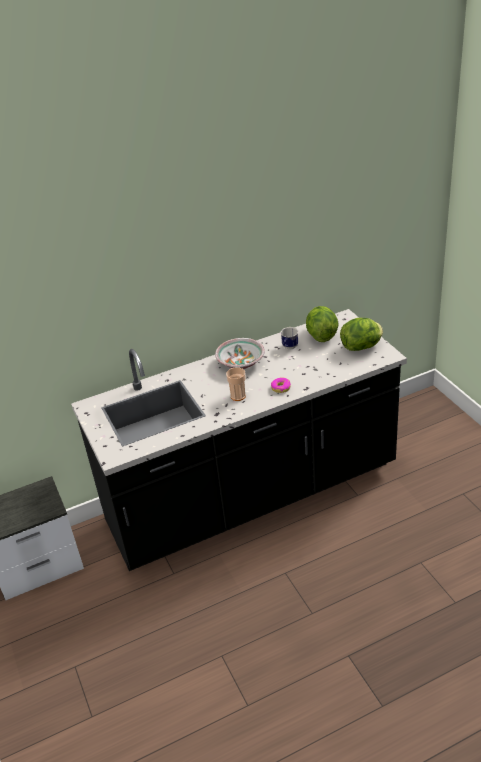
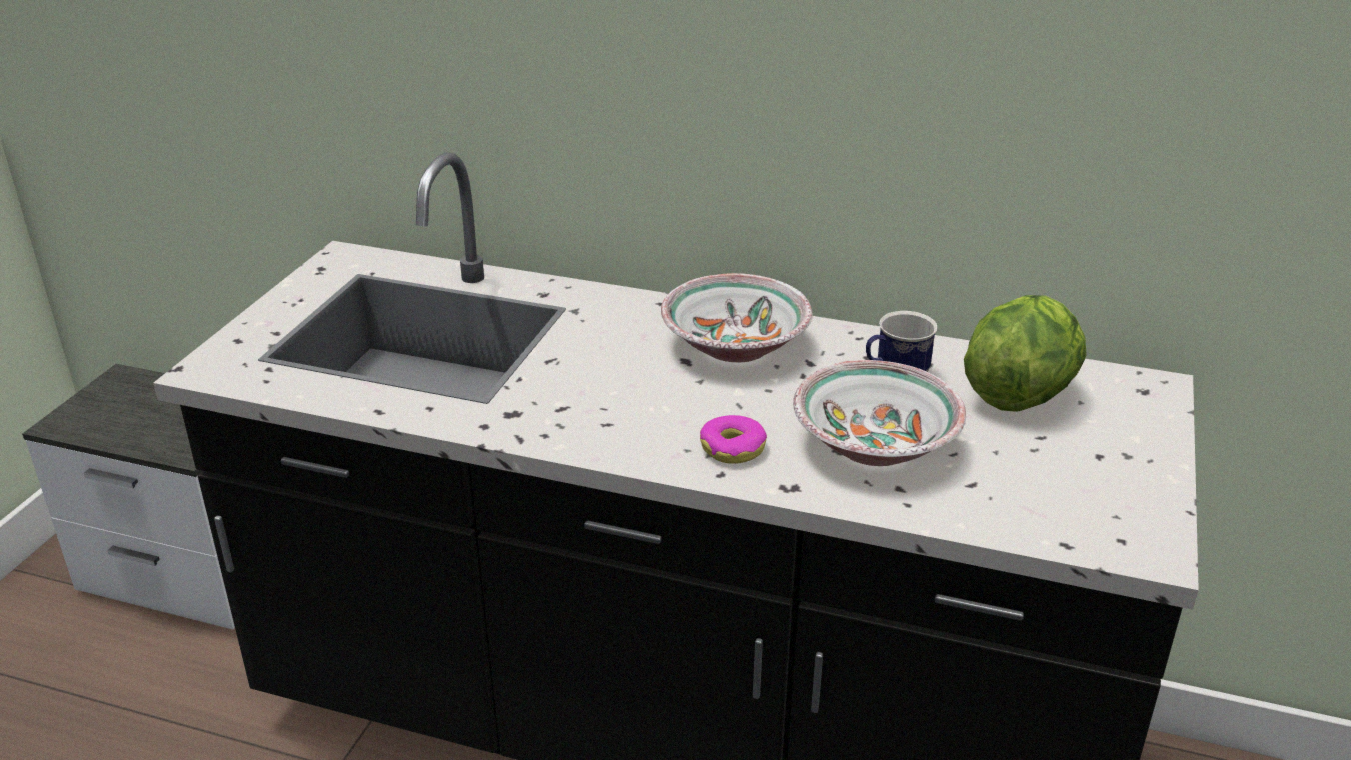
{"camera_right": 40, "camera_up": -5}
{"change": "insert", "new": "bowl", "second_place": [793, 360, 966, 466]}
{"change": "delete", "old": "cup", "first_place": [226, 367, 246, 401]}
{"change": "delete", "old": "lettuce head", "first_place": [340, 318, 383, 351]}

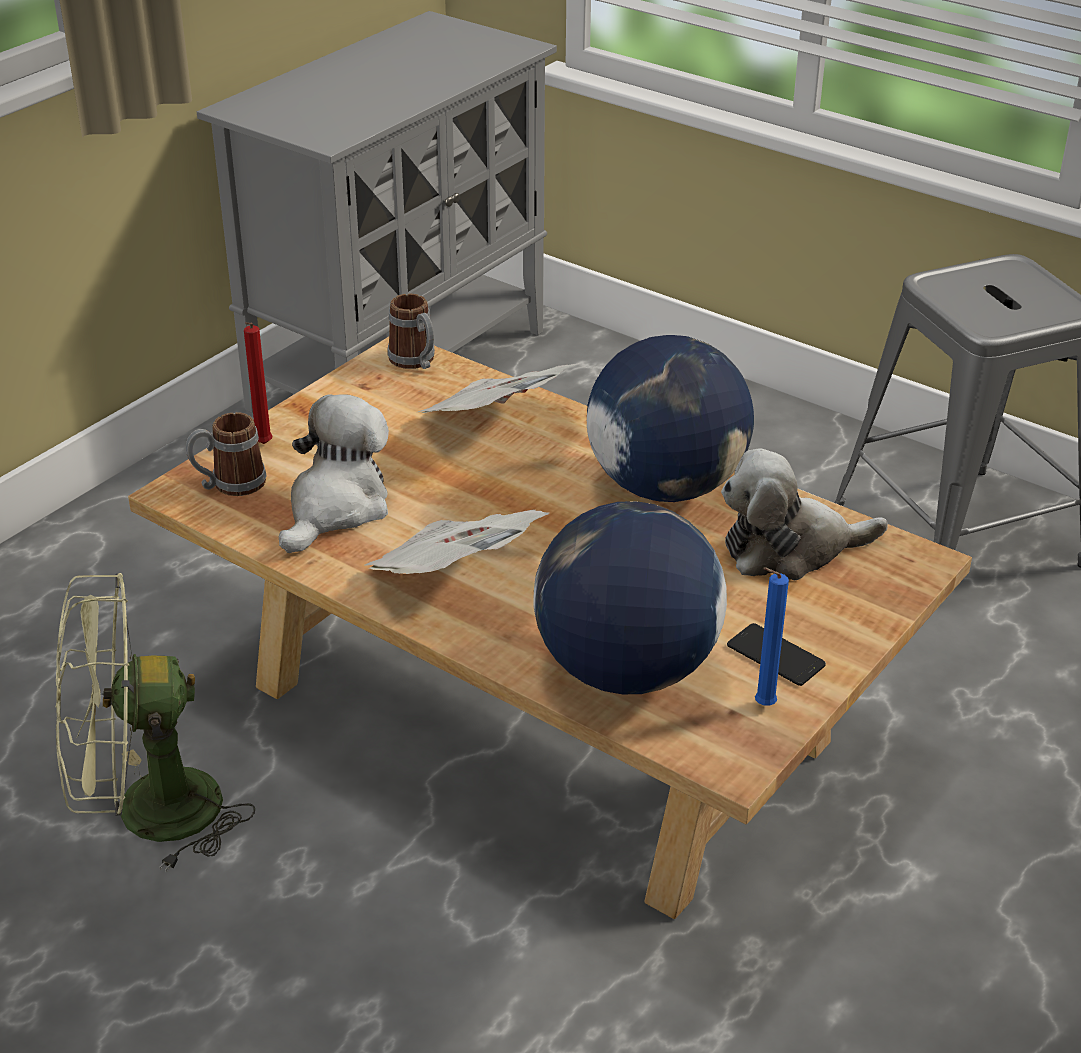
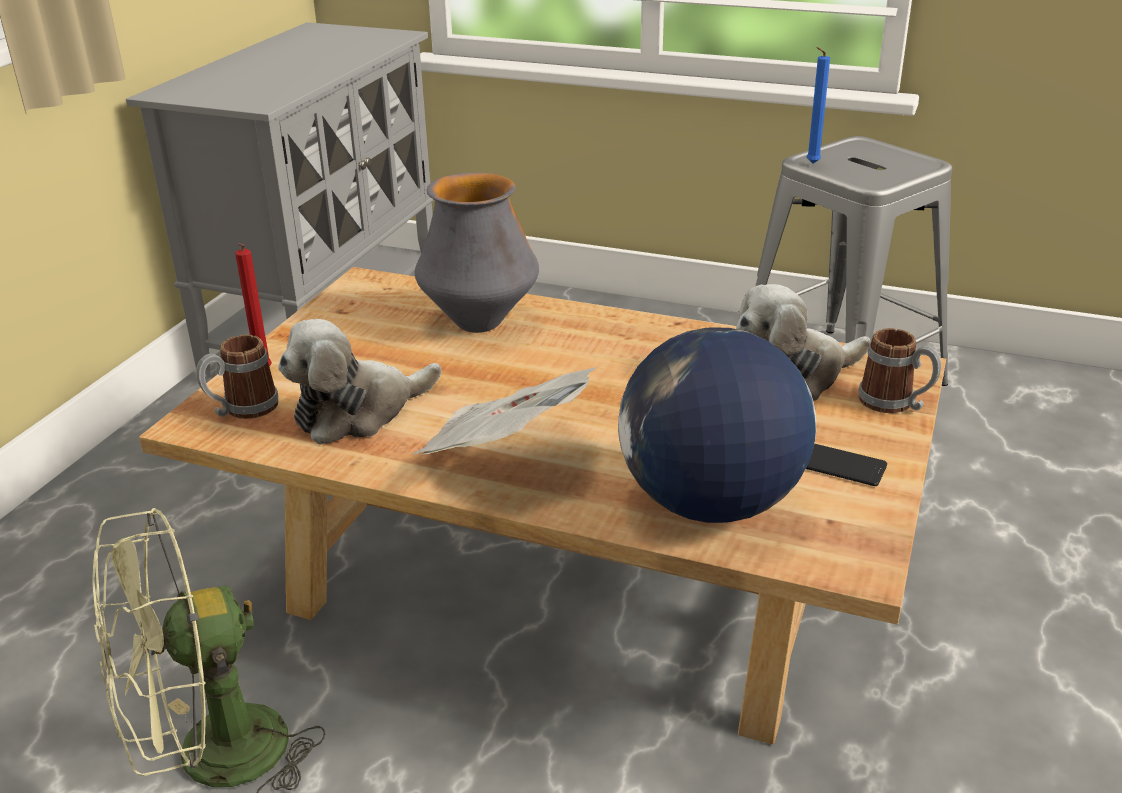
{"camera_right": -15, "camera_up": -5}
{"change": "rotate", "old": "soft toy", "first_place": [279, 394, 389, 553], "second_place": [278, 319, 442, 445], "degrees": -135}
{"change": "replace", "old": "printed paper", "new": "decorative vase", "first_place": [418, 363, 580, 413], "second_place": [415, 172, 539, 333]}
{"change": "move", "old": "wax light (bluish)", "first_place": [755, 567, 789, 706], "second_place": [806, 47, 830, 164]}
{"change": "move", "old": "mug", "first_place": [387, 293, 435, 369], "second_place": [858, 328, 941, 413]}
{"change": "delete", "old": "globe", "first_place": [587, 335, 754, 502]}

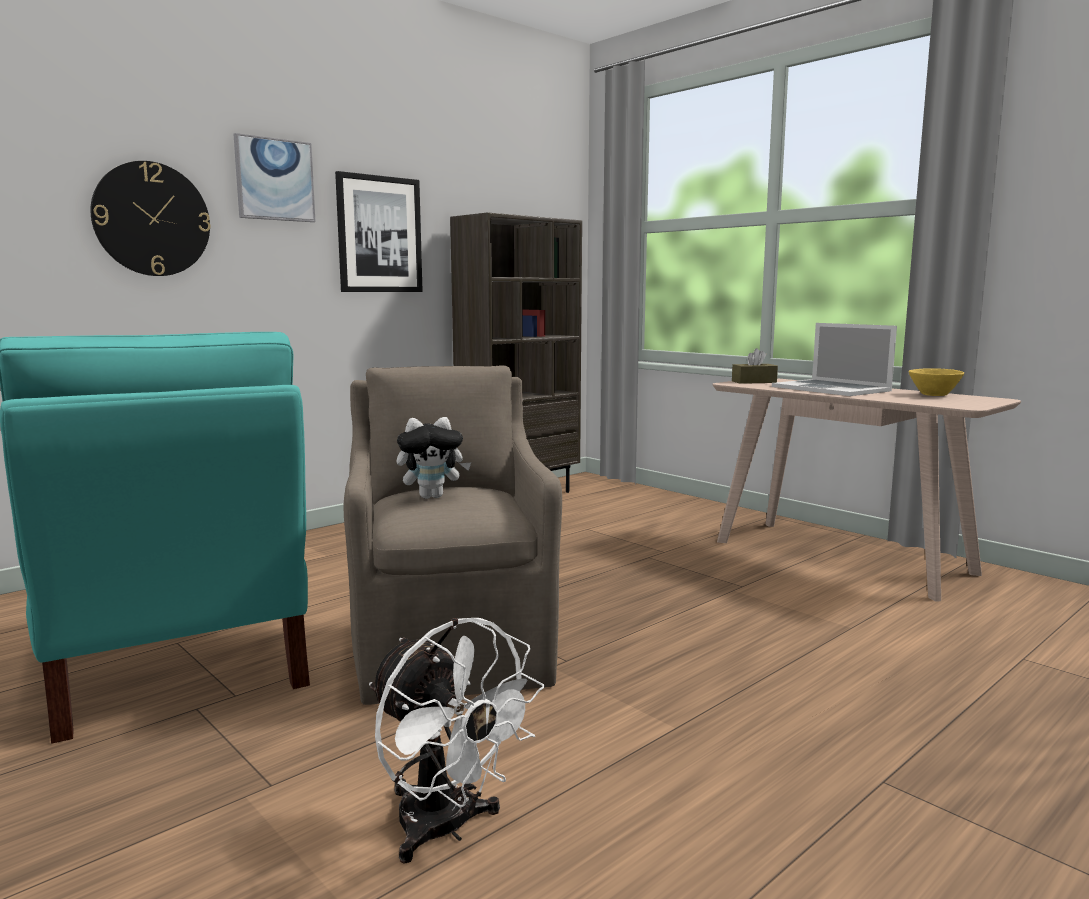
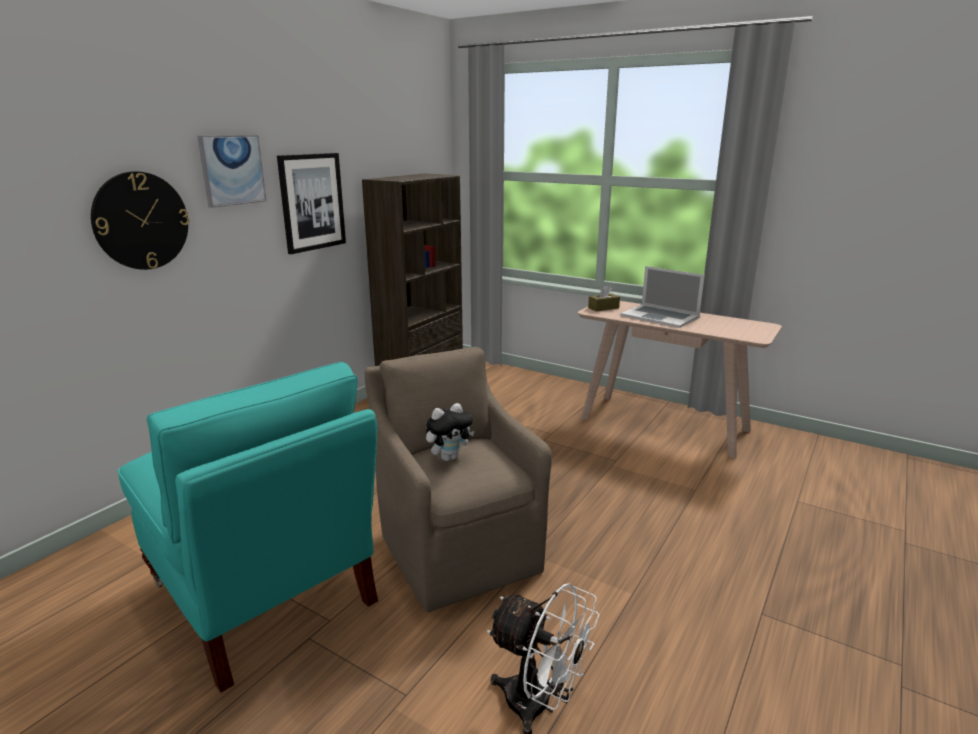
{"camera_right": -15, "camera_up": 10}
{"change": "delete", "old": "bowl (yellow)", "first_place": [909, 368, 964, 396]}

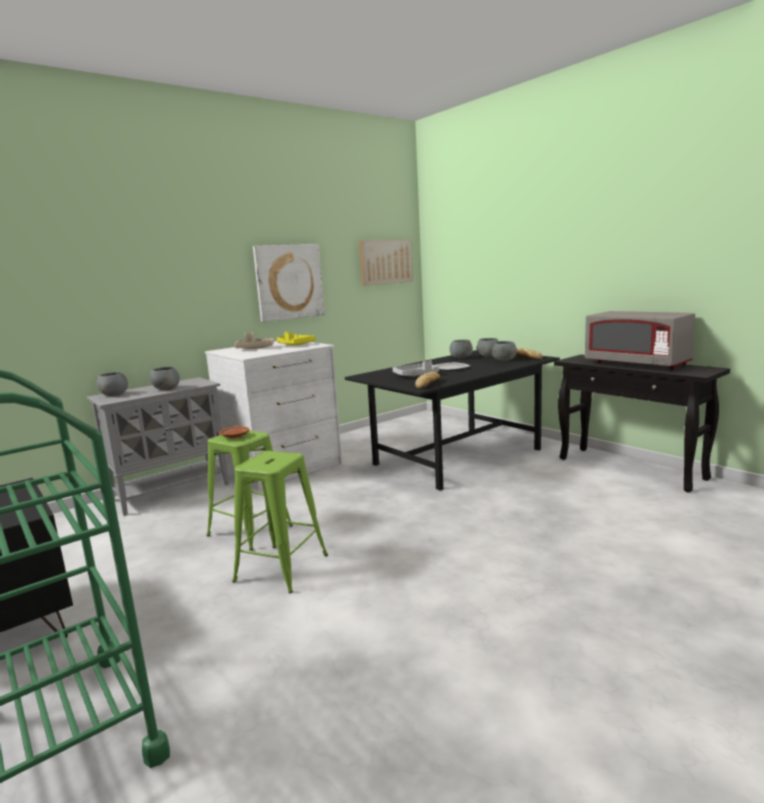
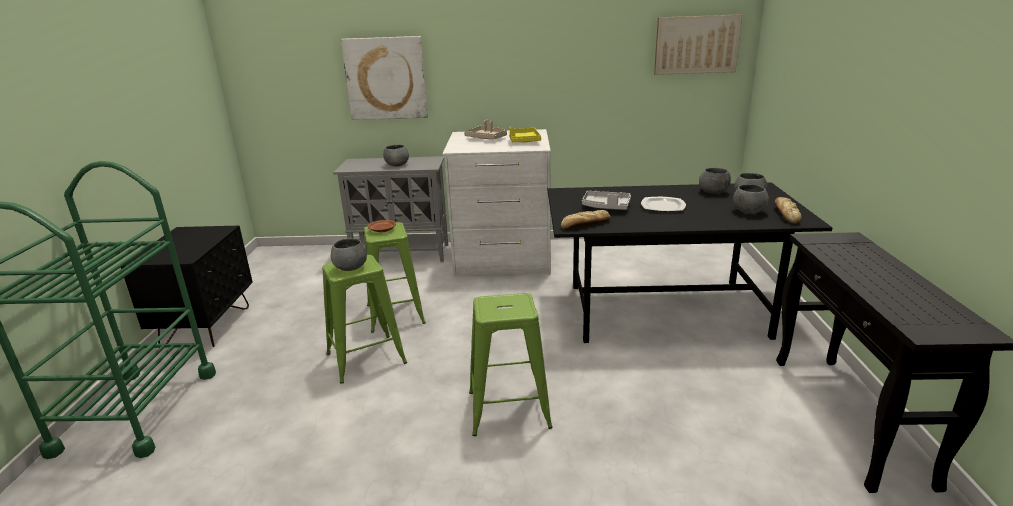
{"camera_right": 40, "camera_up": 10}
{"change": "move", "old": "bowl (grey)", "first_place": [97, 372, 128, 396], "second_place": [331, 238, 367, 271]}
{"change": "move", "old": "wall picture", "first_place": [253, 244, 325, 322], "second_place": [341, 36, 428, 120]}
{"change": "insert", "new": "stool seat (green-coloured)", "second_place": [469, 293, 553, 436]}
{"change": "delete", "old": "microwave (grey)", "first_place": [585, 311, 695, 370]}

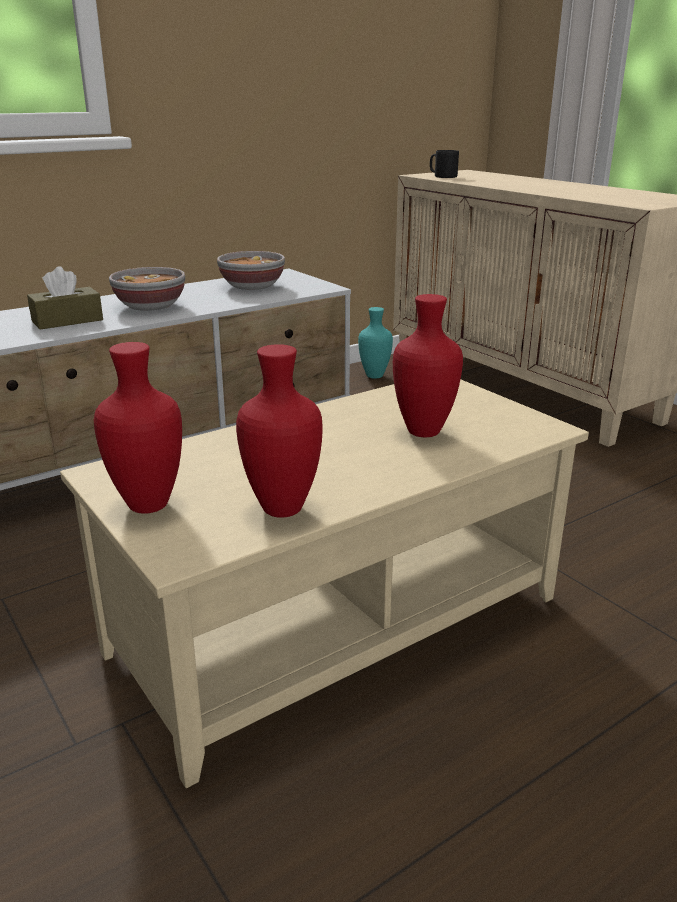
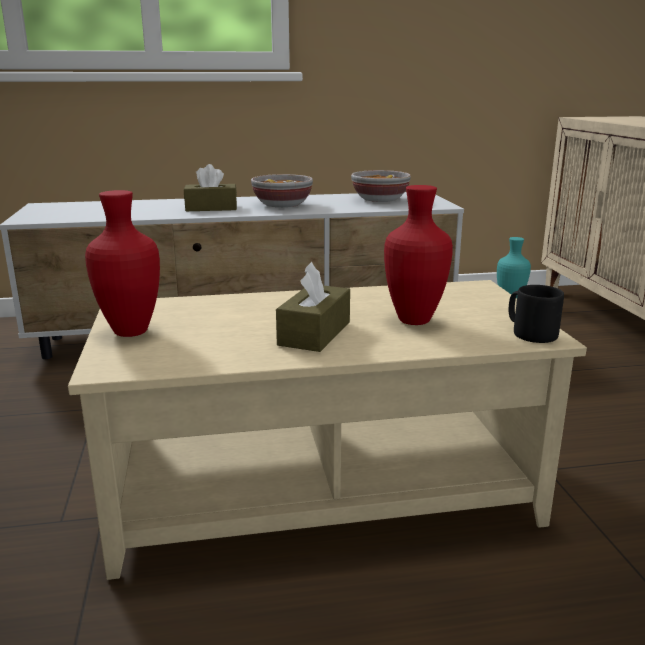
{"camera_right": 25, "camera_up": -5}
{"change": "insert", "new": "tissue box (brownish)", "second_place": [276, 262, 350, 352]}
{"change": "move", "old": "mug (blackish)", "first_place": [430, 150, 459, 178], "second_place": [509, 285, 564, 343]}
{"change": "delete", "old": "decorative vase (red-coloured)", "first_place": [236, 344, 323, 518]}

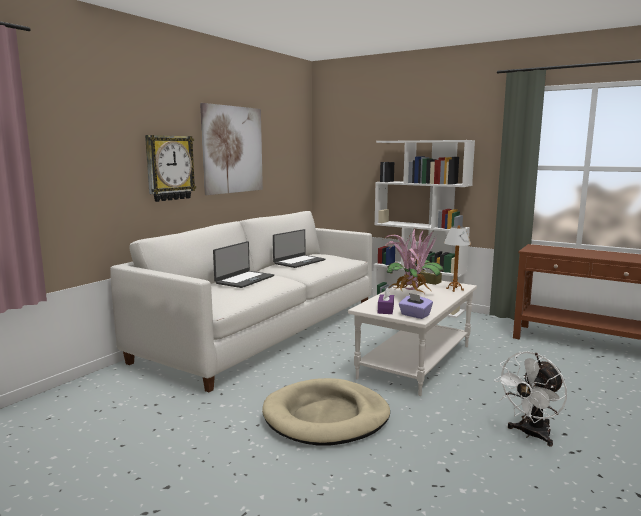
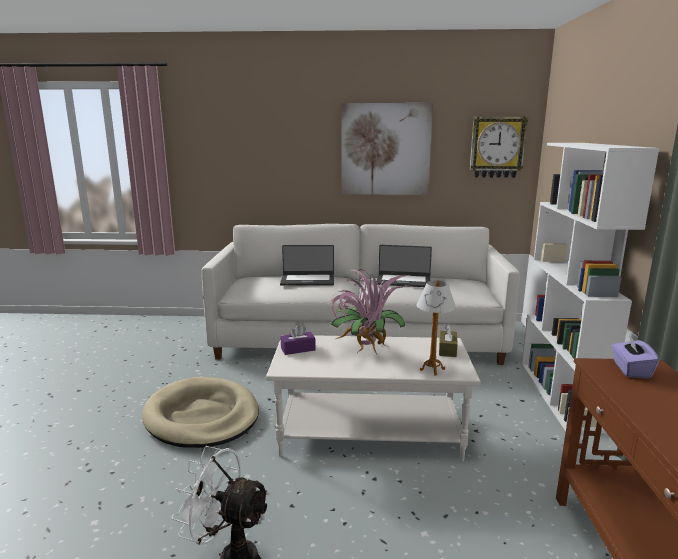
{"camera_right": 60, "camera_up": 5}
{"change": "move", "old": "hanging clock", "first_place": [145, 135, 197, 202], "second_place": [470, 117, 528, 178]}
{"change": "move", "old": "tissue box (purple)", "first_place": [399, 293, 433, 319], "second_place": [612, 335, 659, 379]}

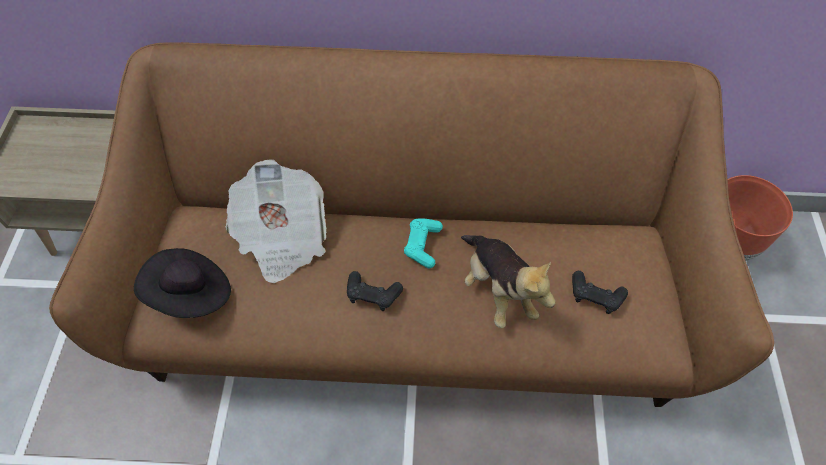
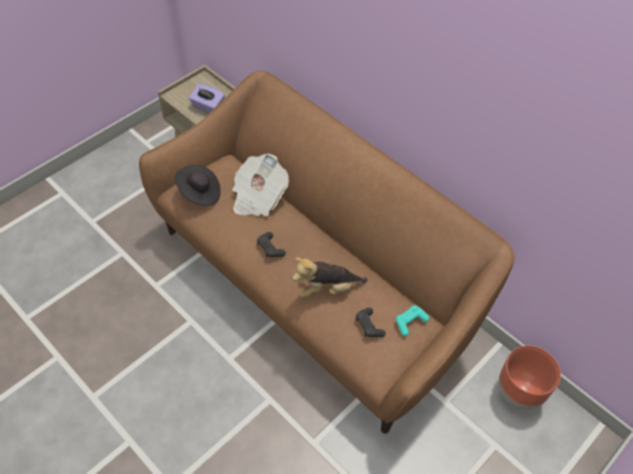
{"camera_right": 40, "camera_up": -5}
{"change": "insert", "new": "tissue box (purple)", "second_place": [189, 84, 225, 113]}
{"change": "rotate", "old": "soft toy", "first_place": [461, 235, 556, 328], "second_place": [292, 258, 368, 297], "degrees": 60}
{"change": "move", "old": "gamepad (turquoise-coloured)", "first_place": [404, 218, 443, 268], "second_place": [396, 305, 429, 336]}

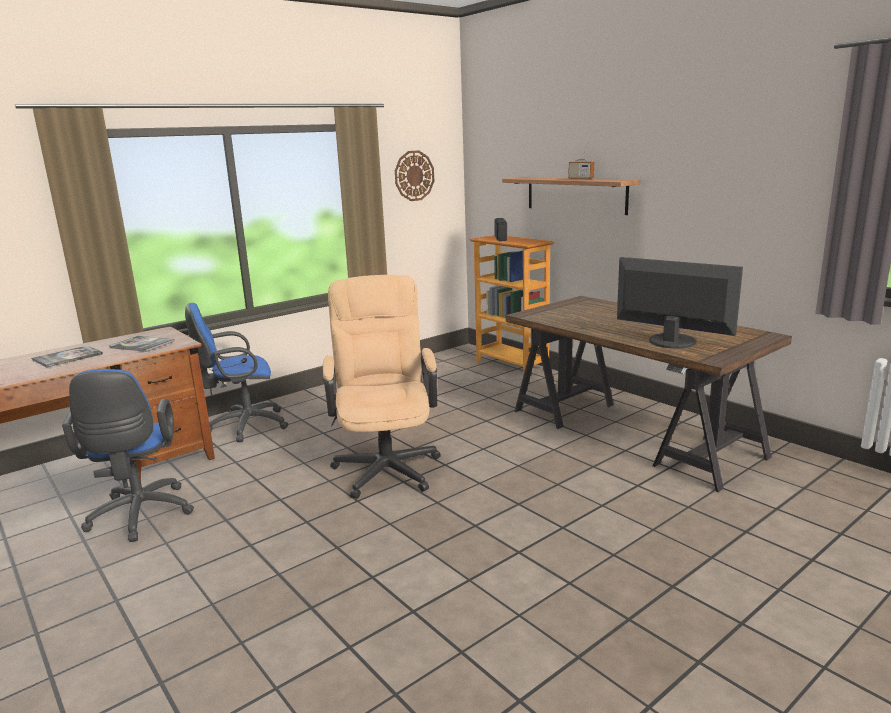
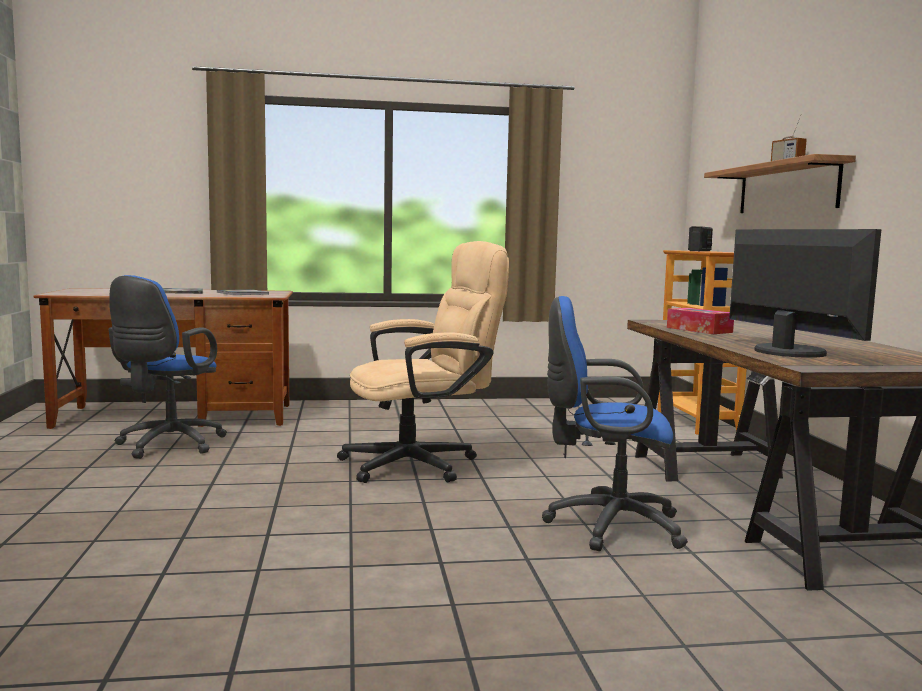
{"camera_right": 30, "camera_up": -10}
{"change": "rotate", "old": "desk chair (sand-coloured)", "first_place": [323, 275, 441, 499], "second_place": [337, 241, 509, 483], "degrees": 45}
{"change": "move", "old": "desk chair (bluish)", "first_place": [185, 303, 289, 442], "second_place": [542, 296, 688, 551]}
{"change": "insert", "new": "tissue box", "second_place": [667, 308, 734, 334]}
{"change": "delete", "old": "hanging clock", "first_place": [395, 150, 434, 201]}

